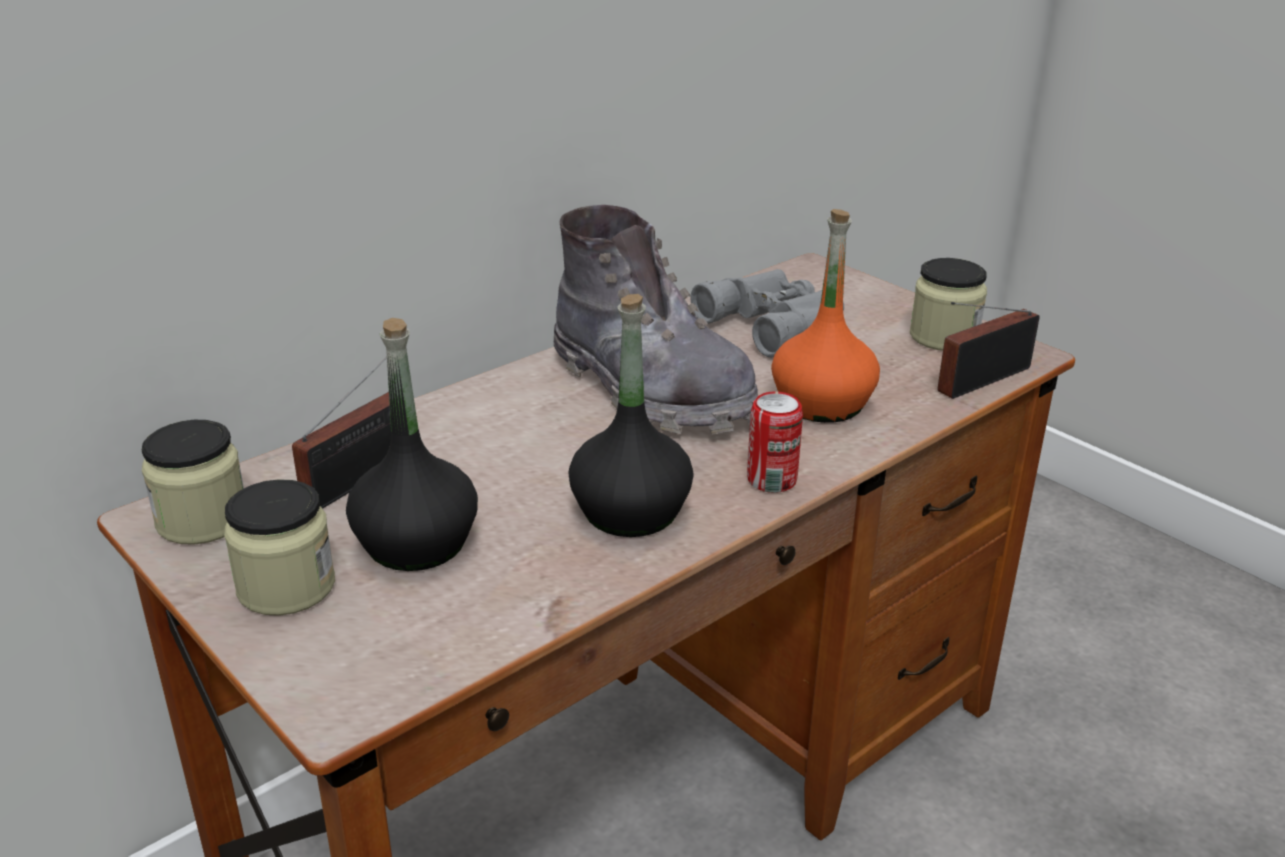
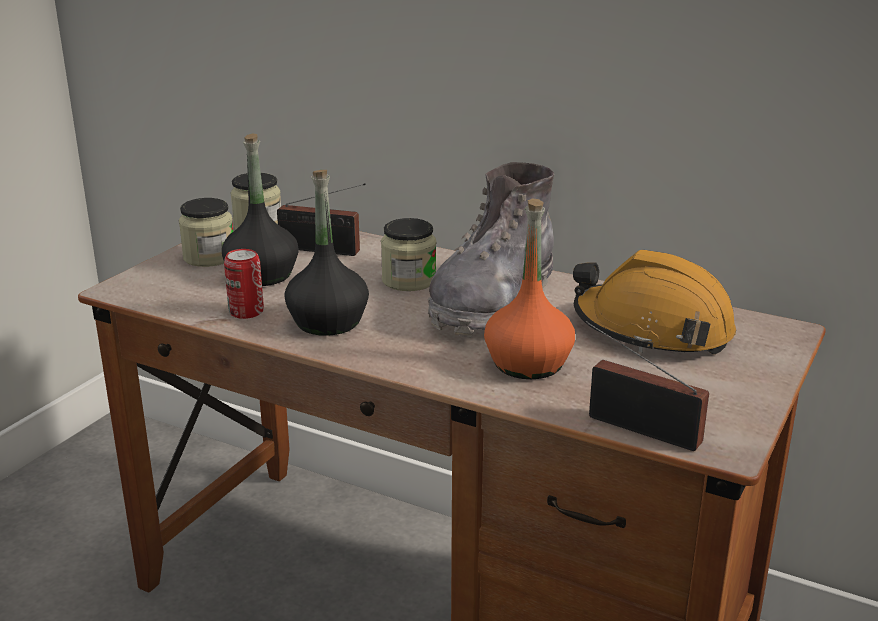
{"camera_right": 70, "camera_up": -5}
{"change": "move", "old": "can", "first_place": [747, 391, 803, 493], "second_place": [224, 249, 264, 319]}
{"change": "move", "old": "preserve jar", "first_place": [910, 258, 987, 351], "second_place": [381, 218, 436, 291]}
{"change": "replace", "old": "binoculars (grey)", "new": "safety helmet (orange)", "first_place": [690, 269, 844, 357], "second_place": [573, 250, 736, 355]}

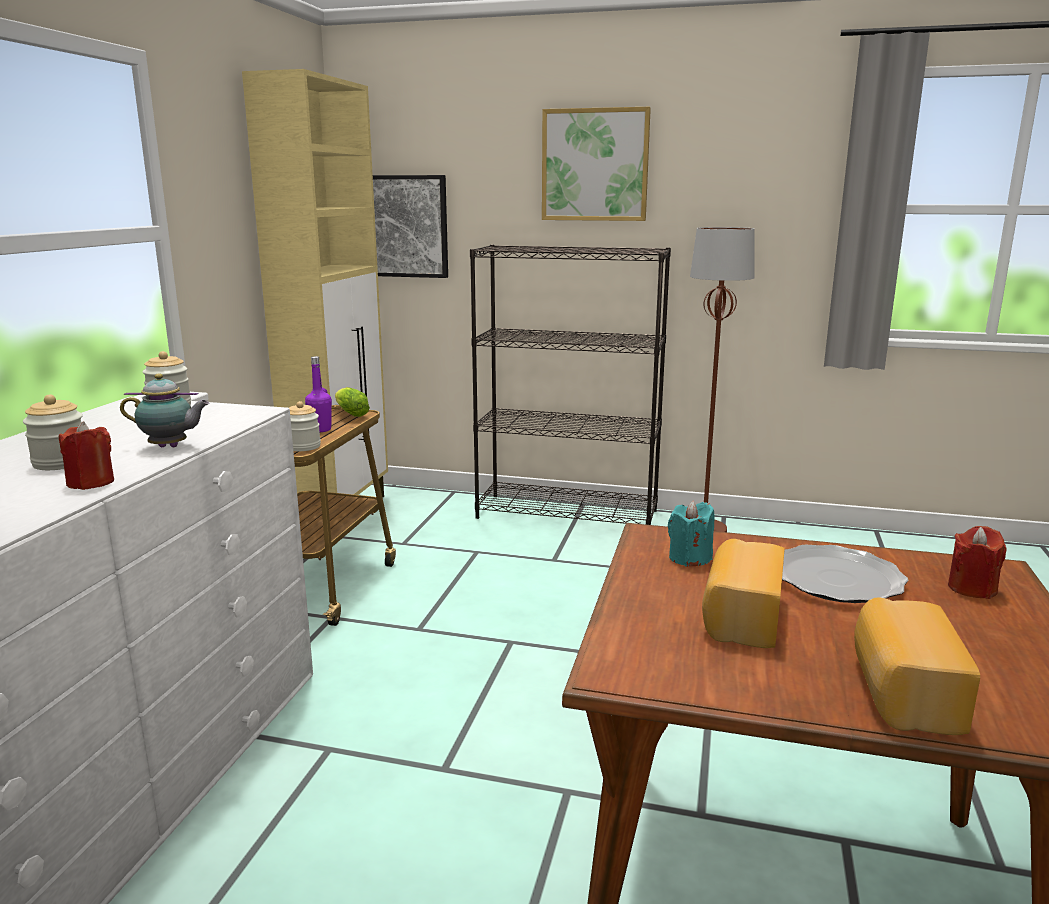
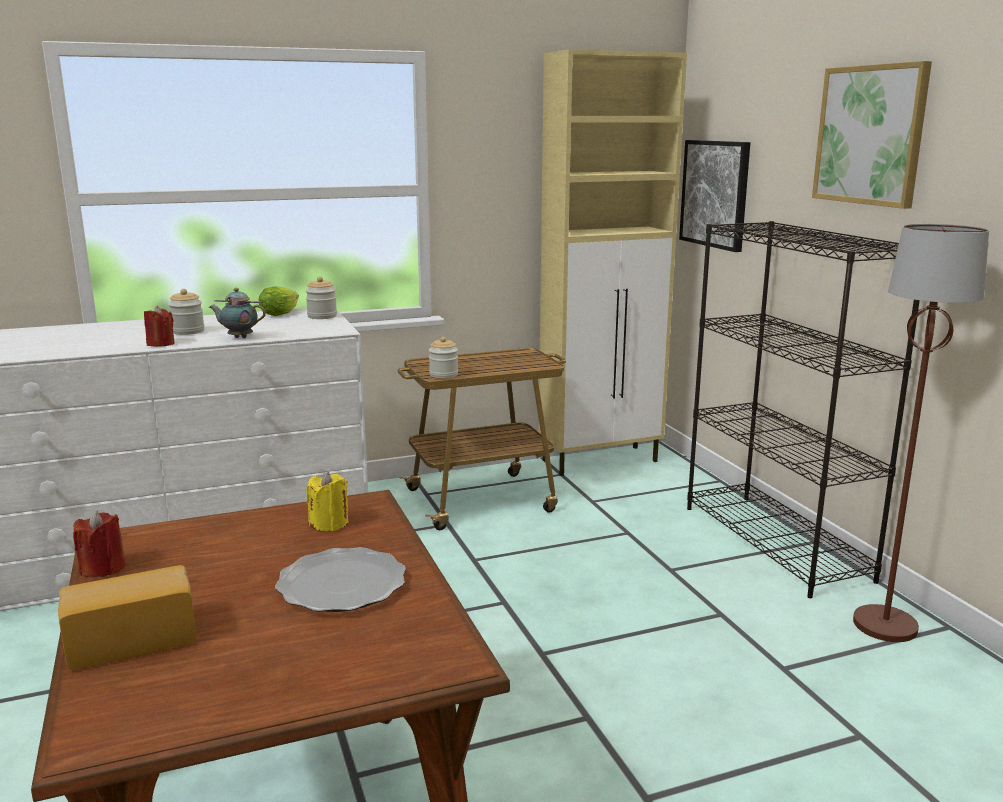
{"camera_right": 55, "camera_up": 0}
{"change": "move", "old": "wax light (red-coloured)", "first_place": [948, 526, 1007, 599], "second_place": [73, 511, 125, 578]}
{"change": "rotate", "old": "teapot", "first_place": [120, 373, 210, 447], "second_place": [209, 288, 266, 338], "degrees": 135}
{"change": "move", "old": "lettuce head", "first_place": [335, 387, 370, 417], "second_place": [258, 286, 299, 316]}
{"change": "recolor", "old": "wax light (turquoise-coloured)", "new": "wax light (yellow)", "first_place": [668, 501, 715, 567], "second_place": [307, 471, 348, 531]}
{"change": "delete", "old": "beverage bottle (purple)", "first_place": [305, 356, 332, 432]}
{"change": "delete", "old": "baked bread", "first_place": [702, 539, 785, 648]}

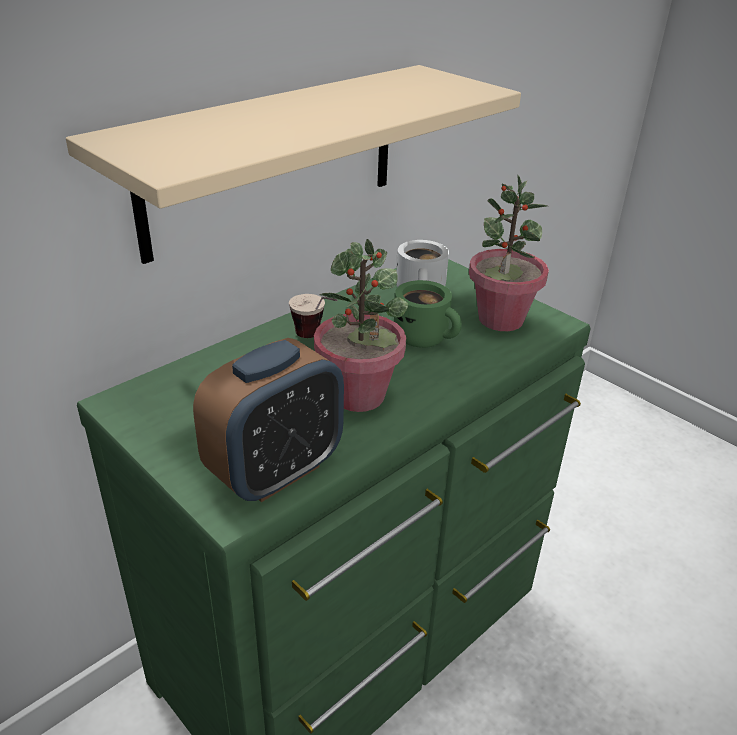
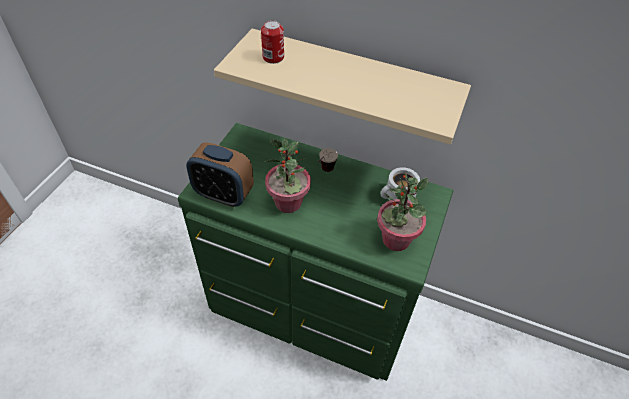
{"camera_right": 65, "camera_up": 15}
{"change": "insert", "new": "can", "second_place": [261, 20, 284, 64]}
{"change": "delete", "old": "mug (green-coloured)", "first_place": [394, 280, 462, 348]}

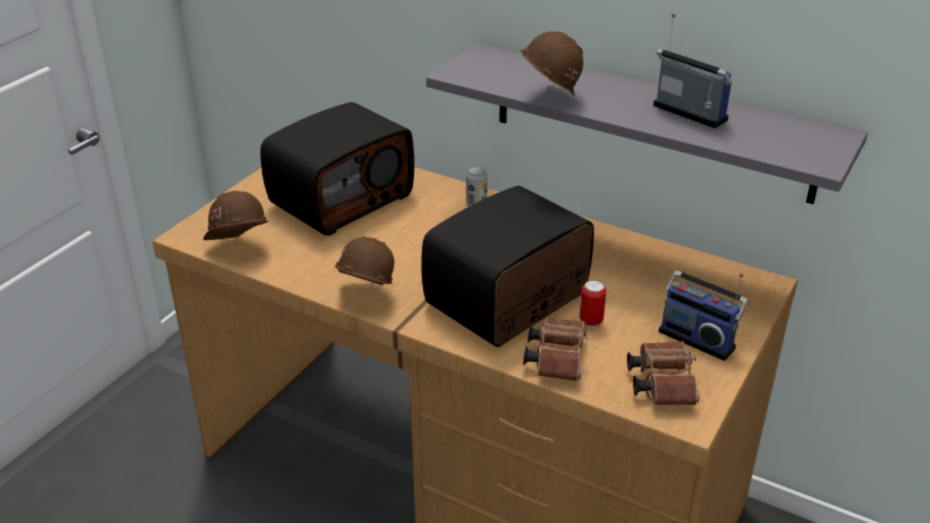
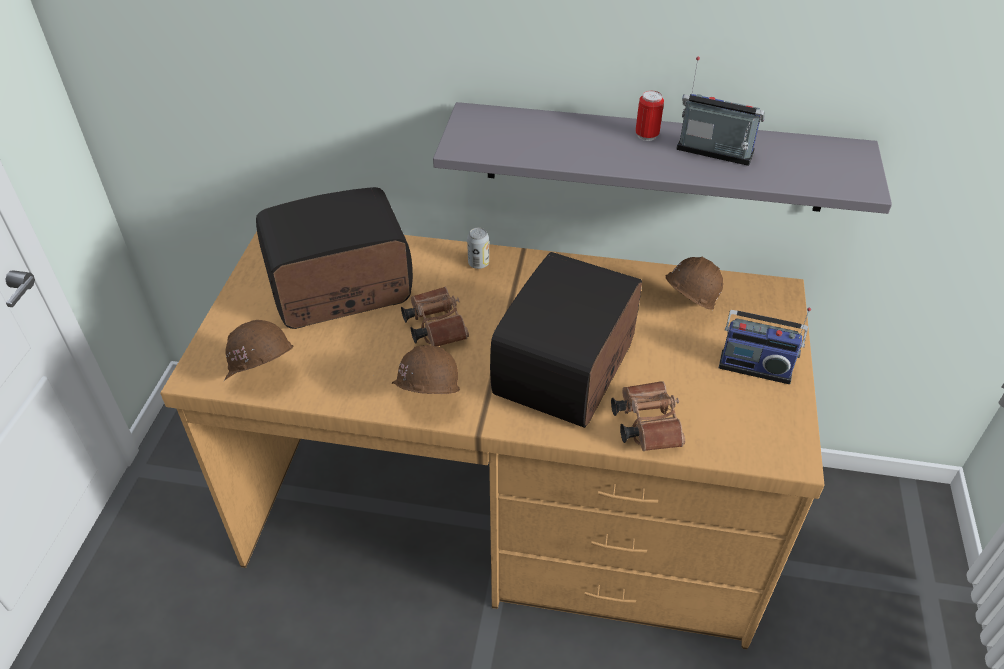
{"camera_right": -20, "camera_up": 10}
{"change": "rotate", "old": "radio set", "first_place": [260, 102, 414, 235], "second_place": [256, 187, 413, 329], "degrees": -135}
{"change": "move", "old": "binoculars (brownish)", "first_place": [627, 341, 699, 405], "second_place": [401, 287, 469, 346]}
{"change": "move", "old": "can", "first_place": [579, 280, 606, 328], "second_place": [635, 91, 664, 141]}
{"change": "move", "old": "safety helmet (brownish)", "first_place": [521, 31, 583, 95], "second_place": [665, 257, 723, 309]}

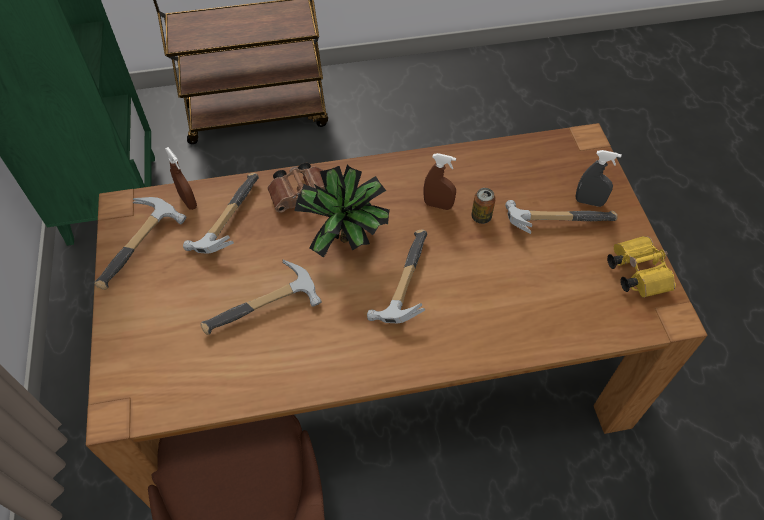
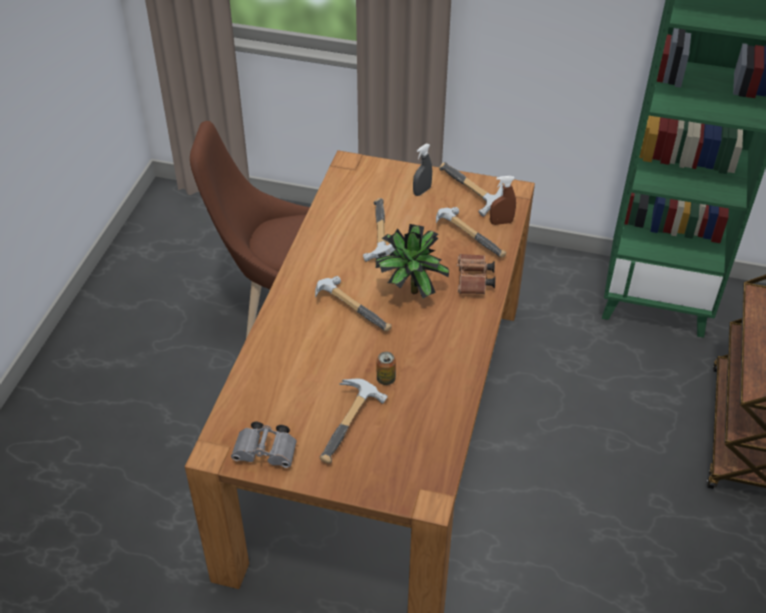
{"camera_right": 115, "camera_up": -10}
{"change": "recolor", "old": "binoculars (yellow)", "new": "binoculars (grey)", "first_place": [607, 236, 676, 298], "second_place": [231, 422, 297, 468]}
{"change": "move", "old": "spray bottle (grey)", "first_place": [576, 150, 622, 207], "second_place": [413, 144, 432, 196]}
{"change": "delete", "old": "spray bottle (brownish)", "first_place": [424, 153, 456, 210]}

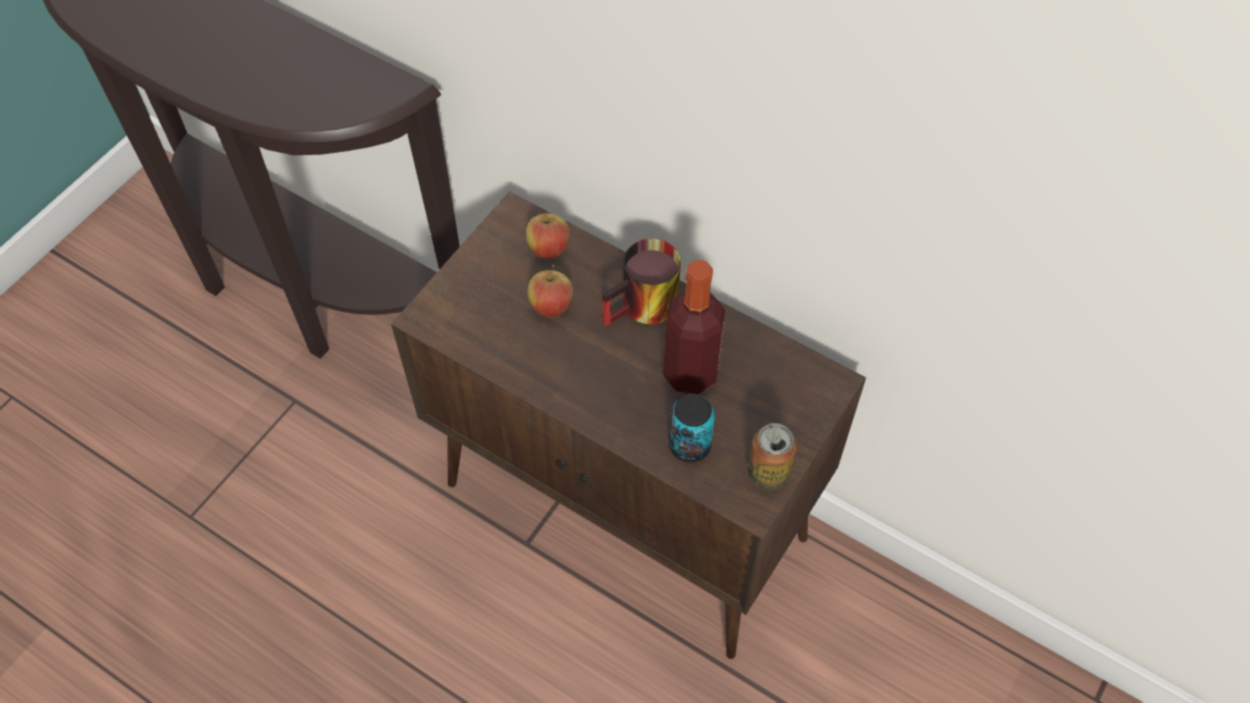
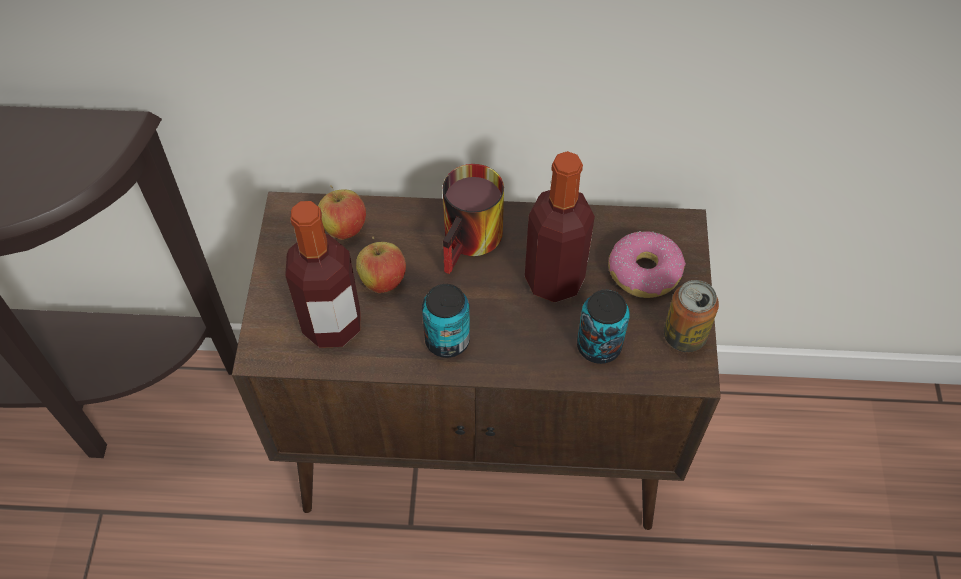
{"camera_right": -30, "camera_up": 0}
{"change": "insert", "new": "beverage bottle", "second_place": [285, 201, 361, 348]}
{"change": "insert", "new": "can", "second_place": [422, 284, 470, 358]}
{"change": "insert", "new": "ring doughnut", "second_place": [608, 231, 686, 298]}

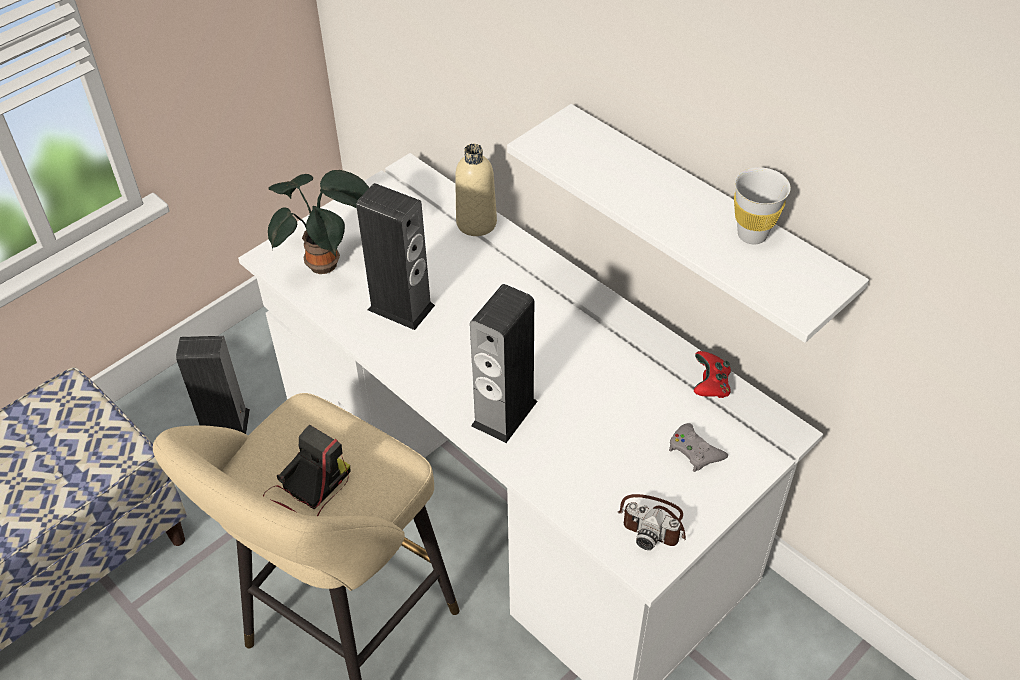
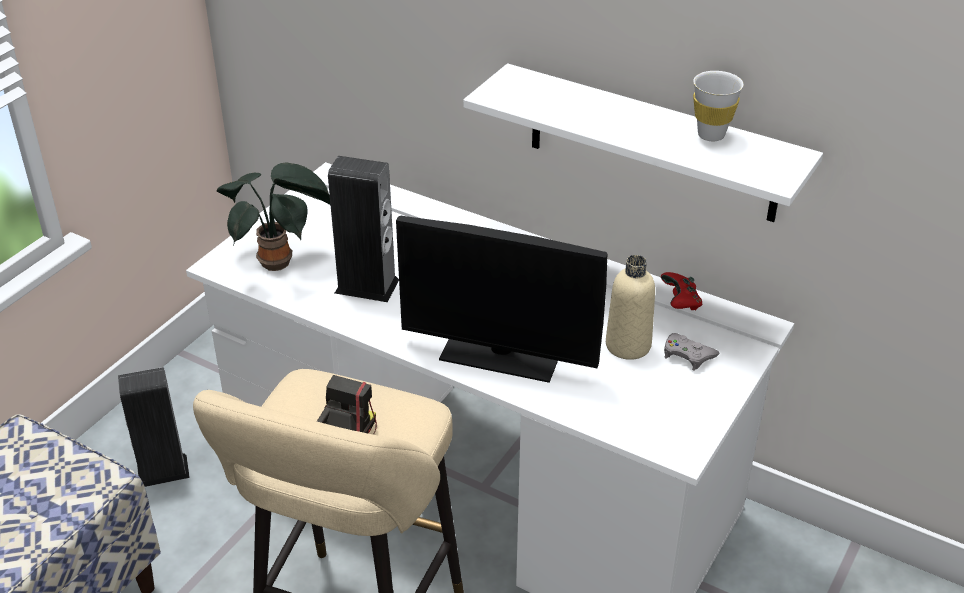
{"camera_right": -15, "camera_up": -10}
{"change": "replace", "old": "loudspeaker", "new": "computer display", "first_place": [470, 284, 538, 443], "second_place": [396, 216, 607, 383]}
{"change": "move", "old": "beverage bottle (sand-coloured)", "first_place": [455, 144, 497, 236], "second_place": [606, 255, 655, 360]}
{"change": "delete", "old": "photo camera", "first_place": [618, 494, 686, 550]}

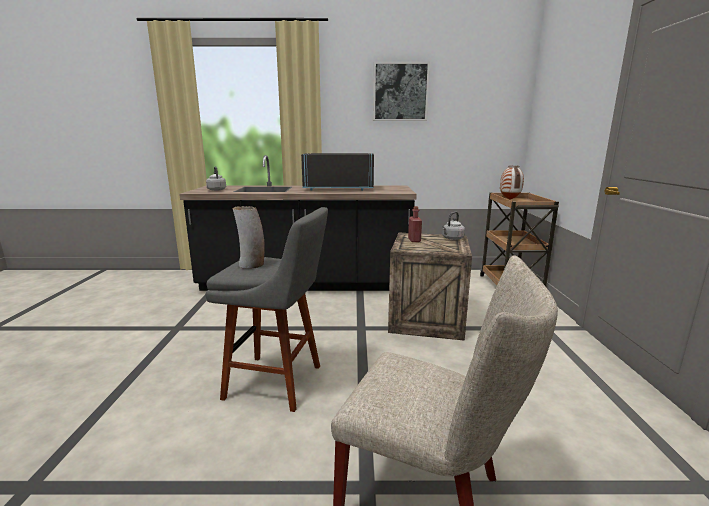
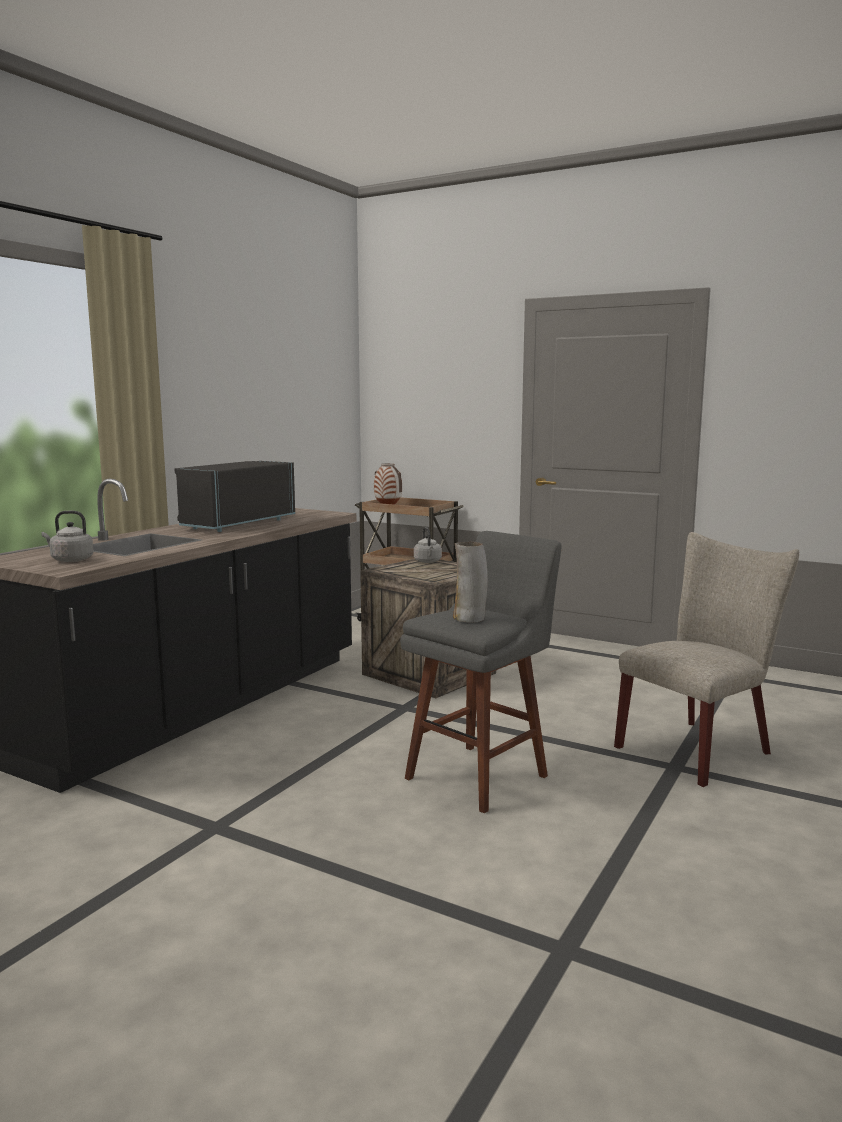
{"camera_right": -60, "camera_up": -5}
{"change": "delete", "old": "wall picture", "first_place": [373, 61, 430, 121]}
{"change": "delete", "old": "beverage bottle (red-coloured)", "first_place": [408, 206, 422, 242]}

